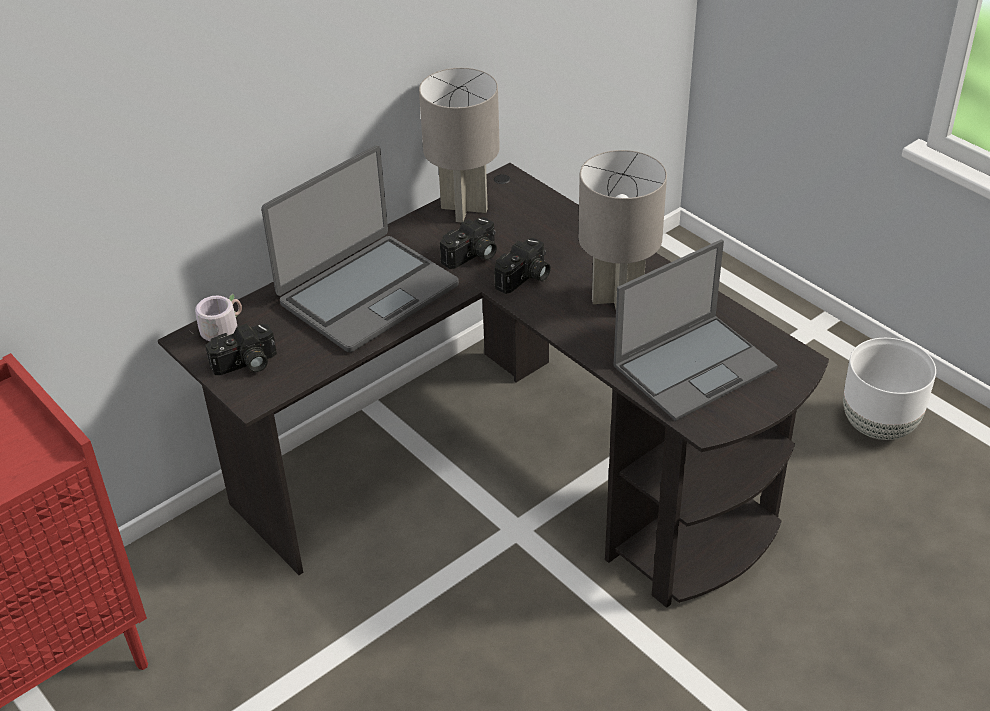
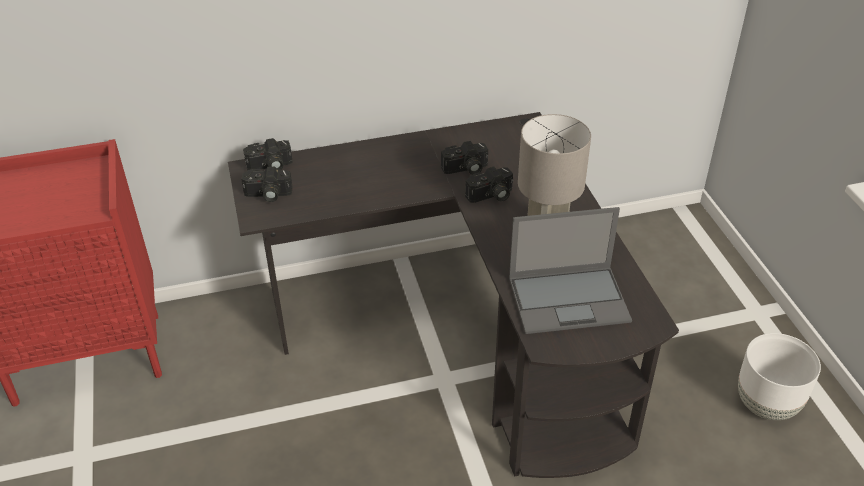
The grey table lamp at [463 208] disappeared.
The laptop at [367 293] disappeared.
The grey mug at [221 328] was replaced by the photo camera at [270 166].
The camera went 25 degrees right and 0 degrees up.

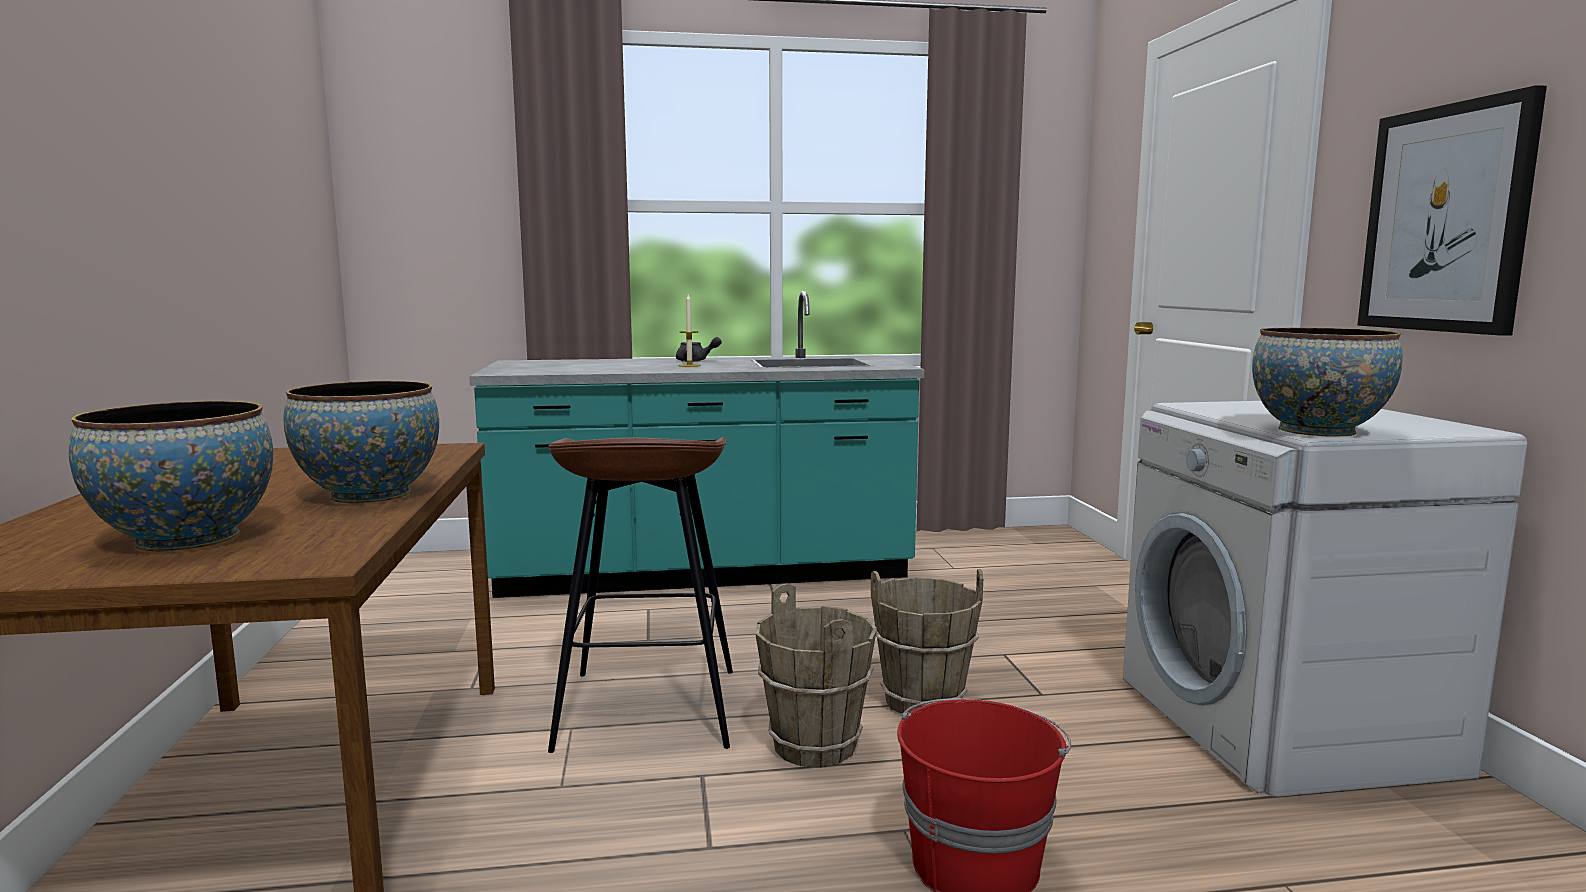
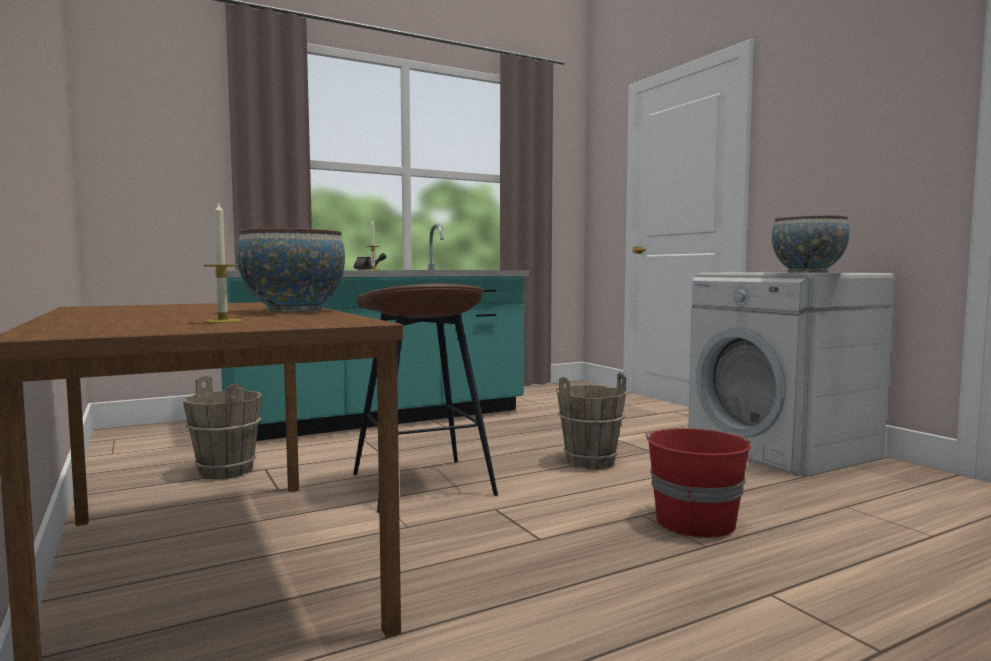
The picture at [1446 219] disappeared.
The bowl at [187 539] was replaced by the candle at [223 321].
The brown bucket moved from [816 746] to [227 471].
The camera went 20 degrees left and 5 degrees down.

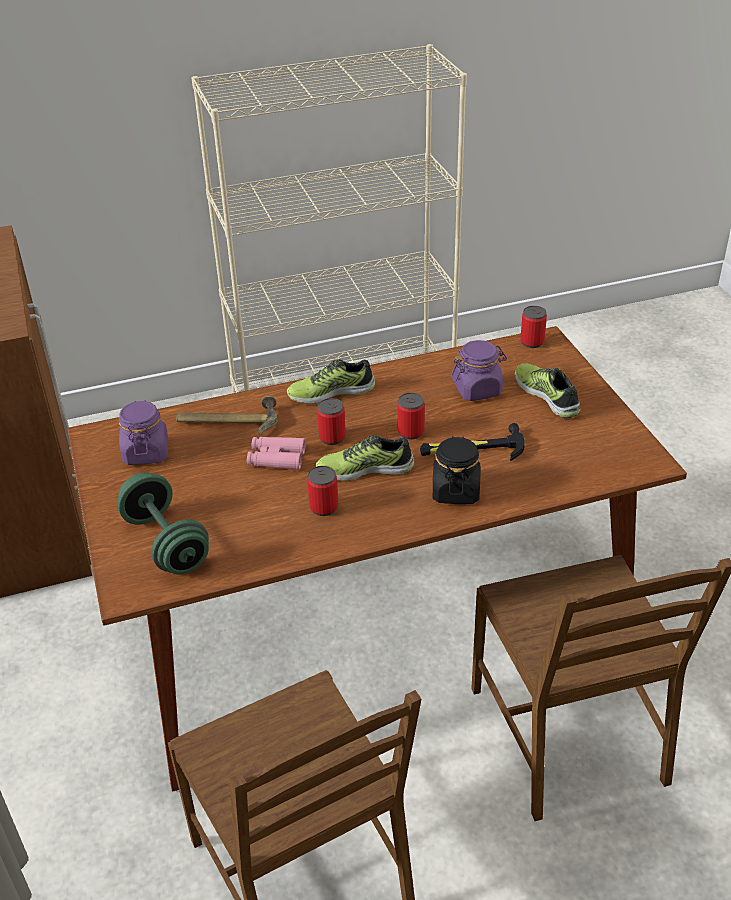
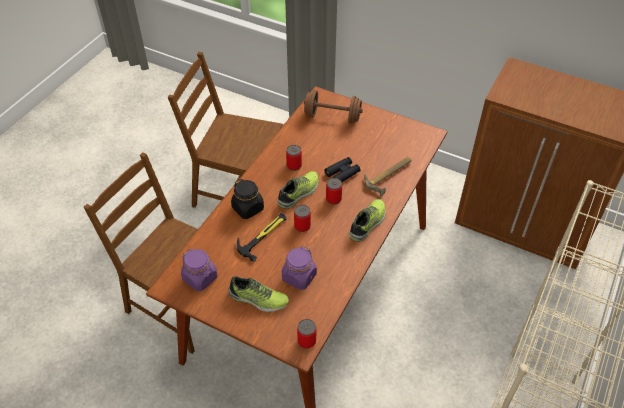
The purple jar moved from [146 452] to [200 278].
The pink binoculars at [276 458] became the black binoculars at [342 173].
The green dumbbell at [166 543] became the brown dumbbell at [332 117].
The camera went 135 degrees right and 10 degrees up.

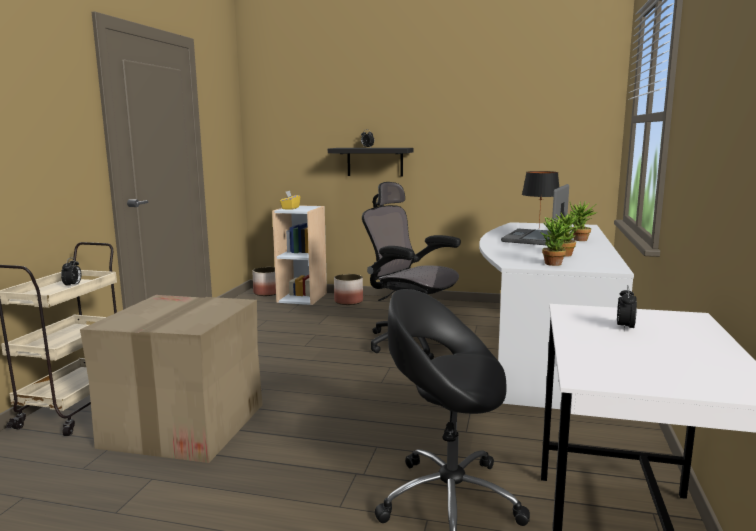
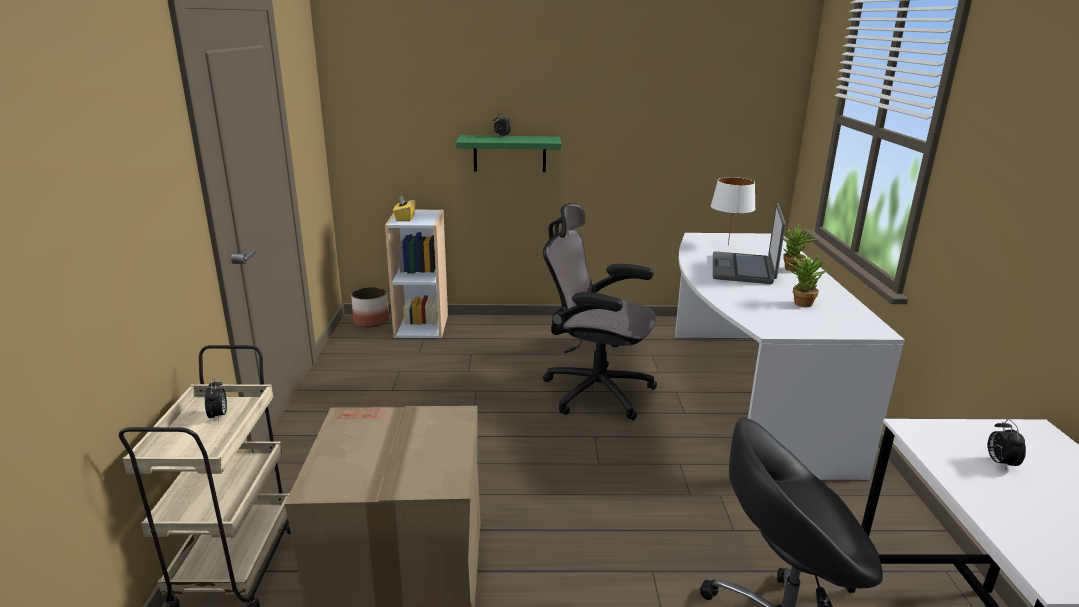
The black shelf at [375 161] became the green shelf at [509 153].
The black table lamp at [539 228] became the white table lamp at [728 245].
The potted plant at [556 264] disappeared.
The planter at [349 301] disappeared.
The camera went 15 degrees left and 10 degrees up.

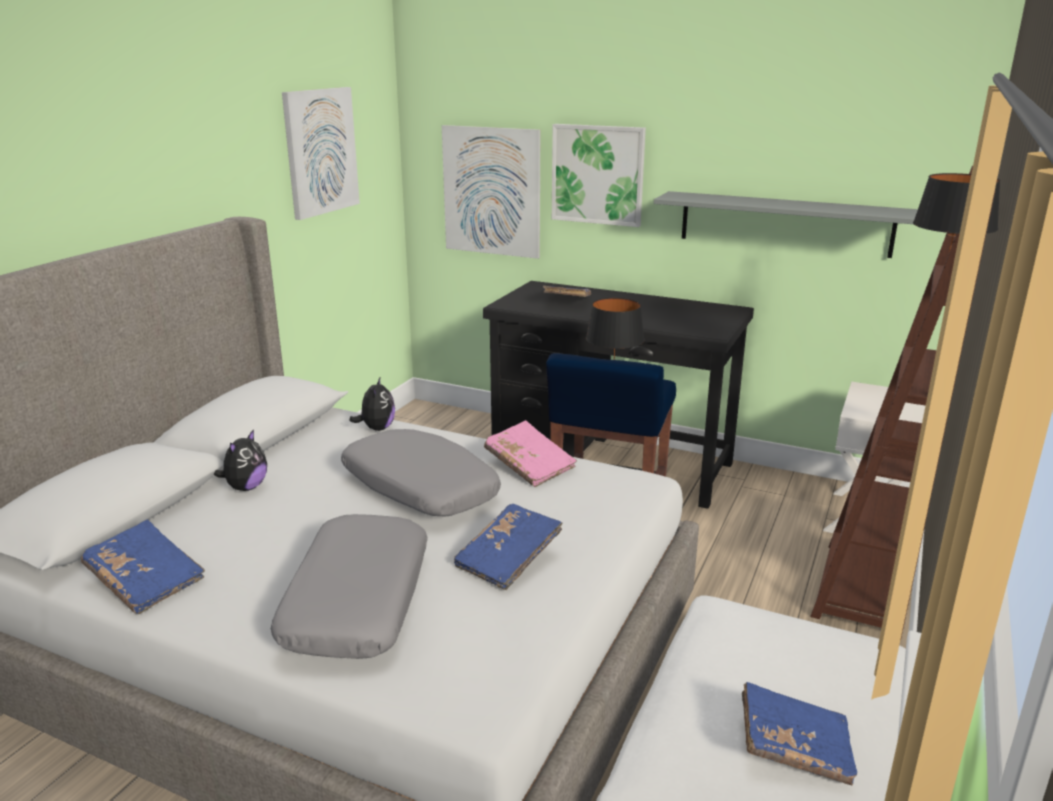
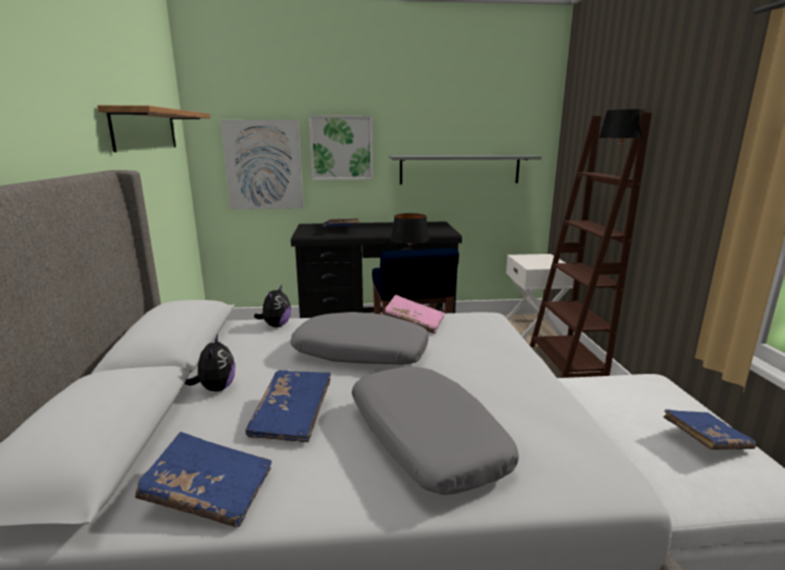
The picture at [320 151] was replaced by the shelf at [145 130].
The plush toy at [377 428] turned 45 degrees clockwise.
The blue book moved from [508 560] to [292 417].
The camera went 30 degrees left and 5 degrees down.

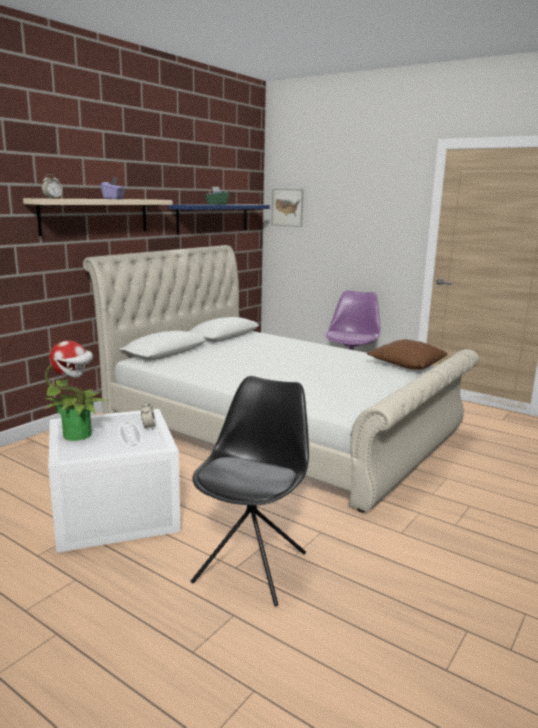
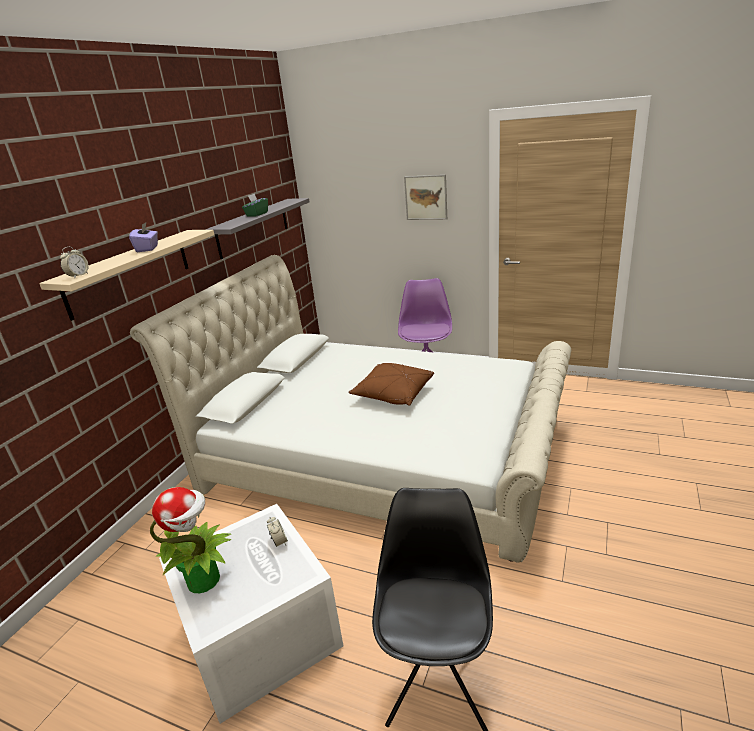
The picture moved from [287 207] to [426 197].
The blue shelf at [213 218] became the grey shelf at [253 227].
The brown pillow moved from [406 365] to [393 394].
The camera went 10 degrees left and 10 degrees up.

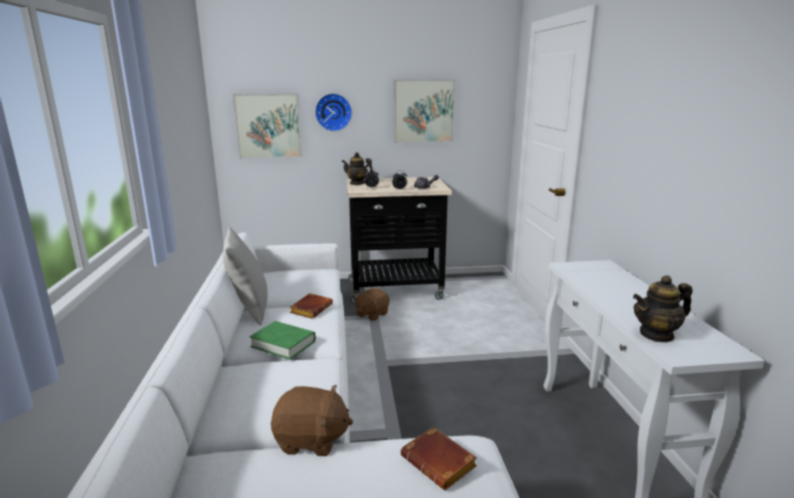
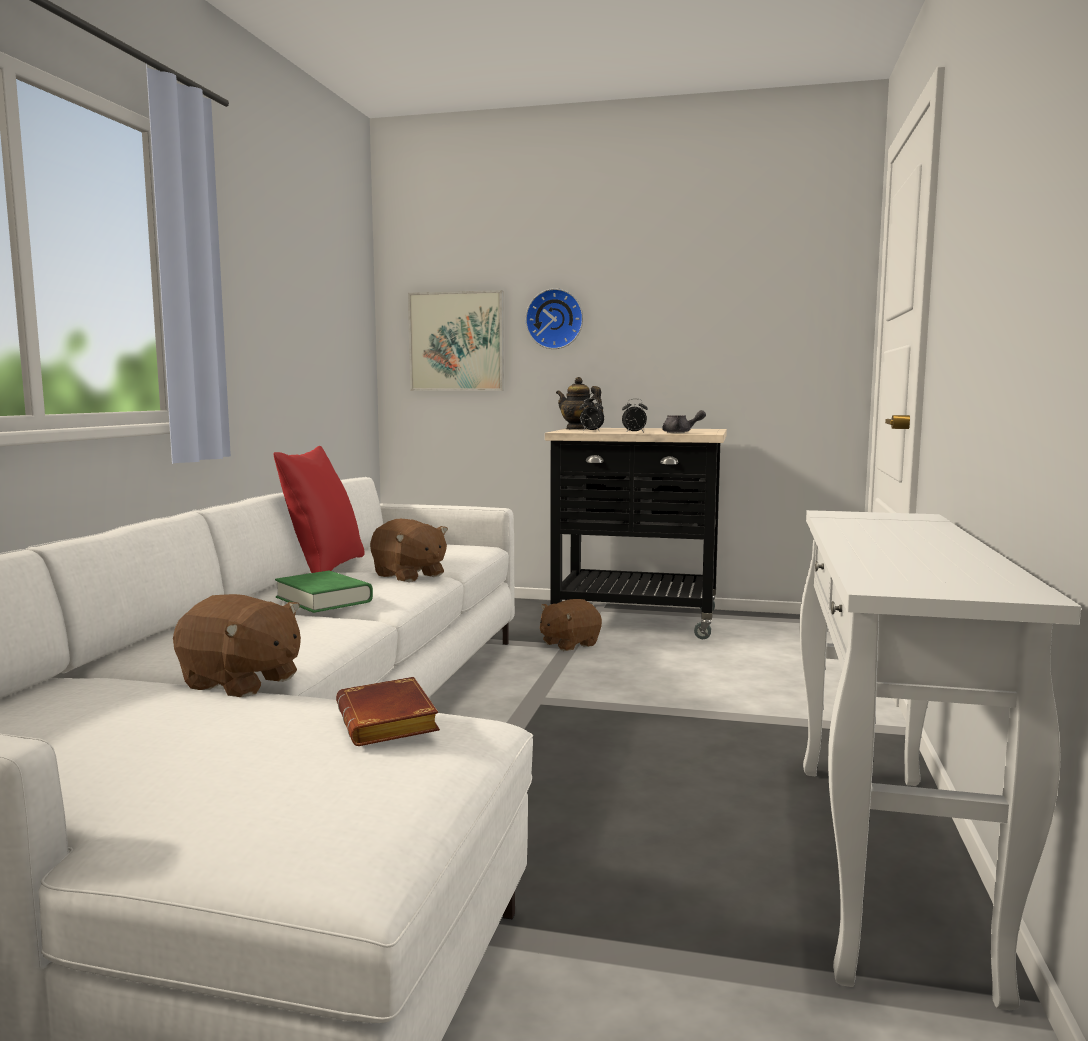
The picture at [423 111] disappeared.
The grey pillow at [249 308] became the red pillow at [324 569].
The teapot at [657 334] disappeared.
The brown book at [311 309] was replaced by the brown plush toy at [409 575].
The camera went 20 degrees right and 10 degrees down.

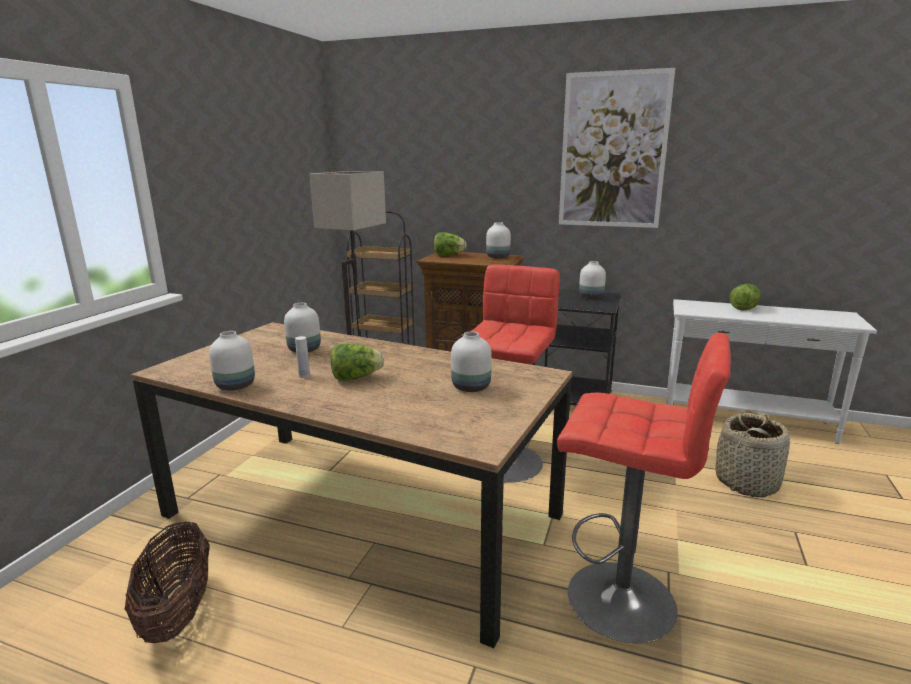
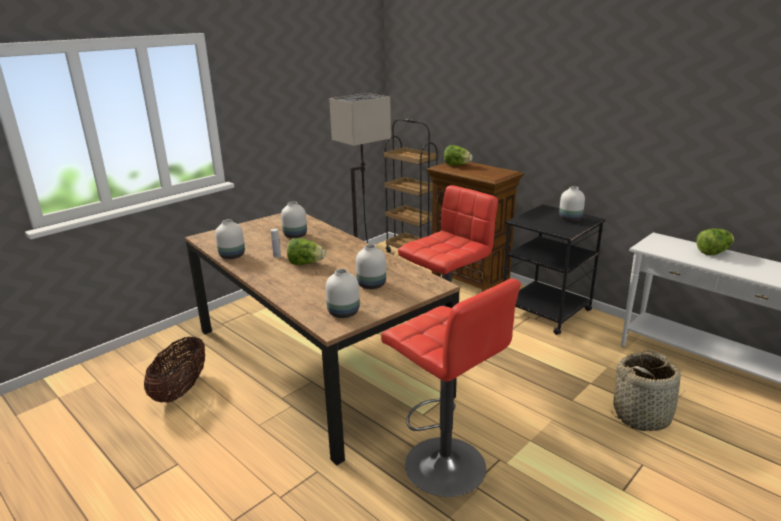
The picture at [613 151] disappeared.
The white vase moved from [498 257] to [344 313].
The camera went 25 degrees right and 5 degrees up.

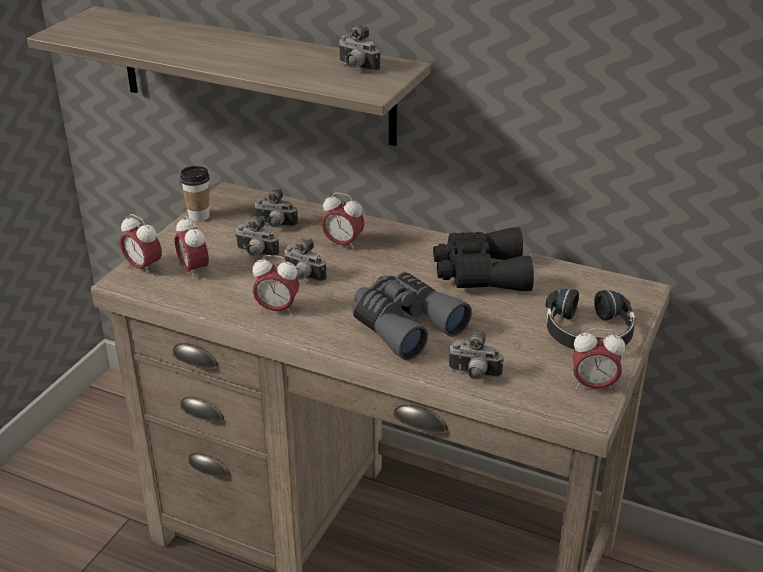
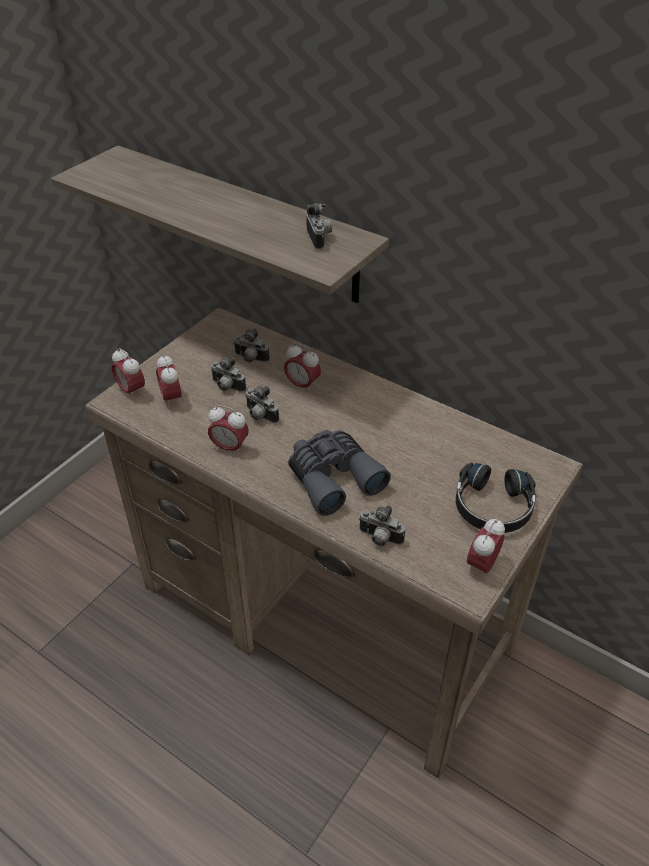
The photo camera at [356 68] turned 150 degrees counterclockwise.
The cup at [199 216] disappeared.
The black binoculars at [481 274] disappeared.
The alarm clock at [593 386] turned 105 degrees clockwise.
The camera went 10 degrees right and 10 degrees up.

